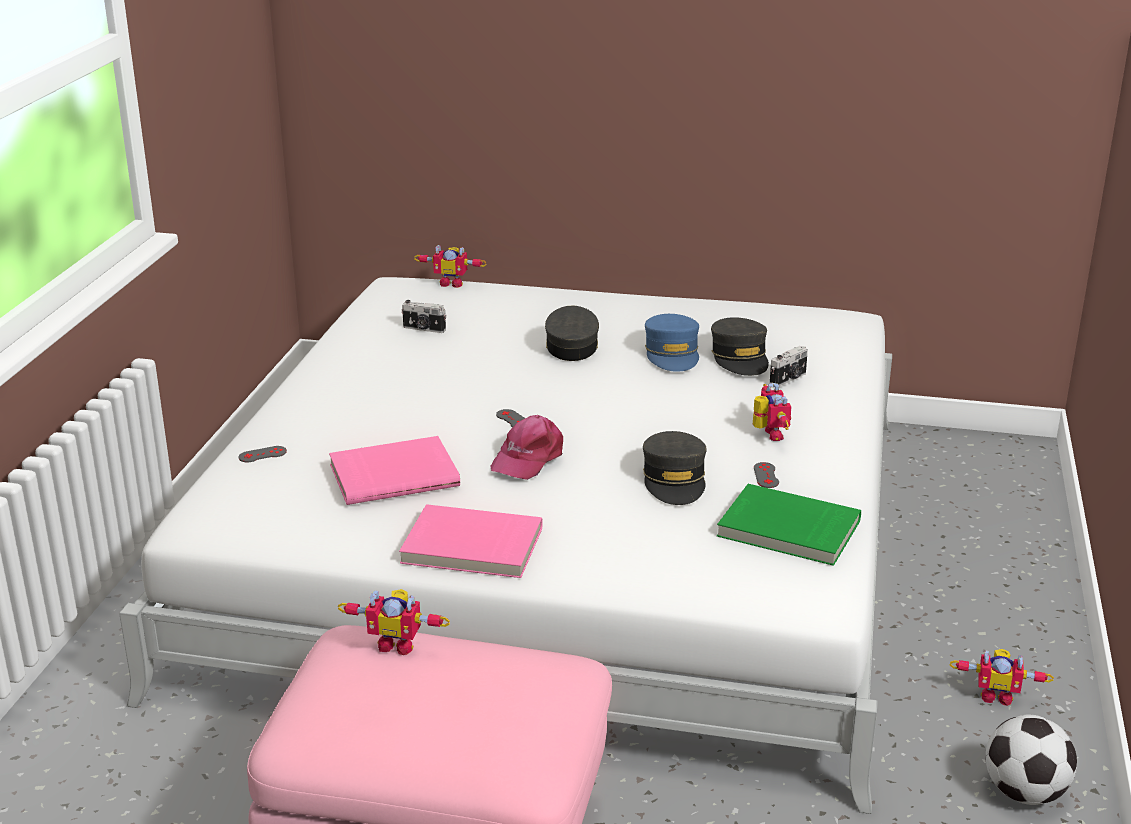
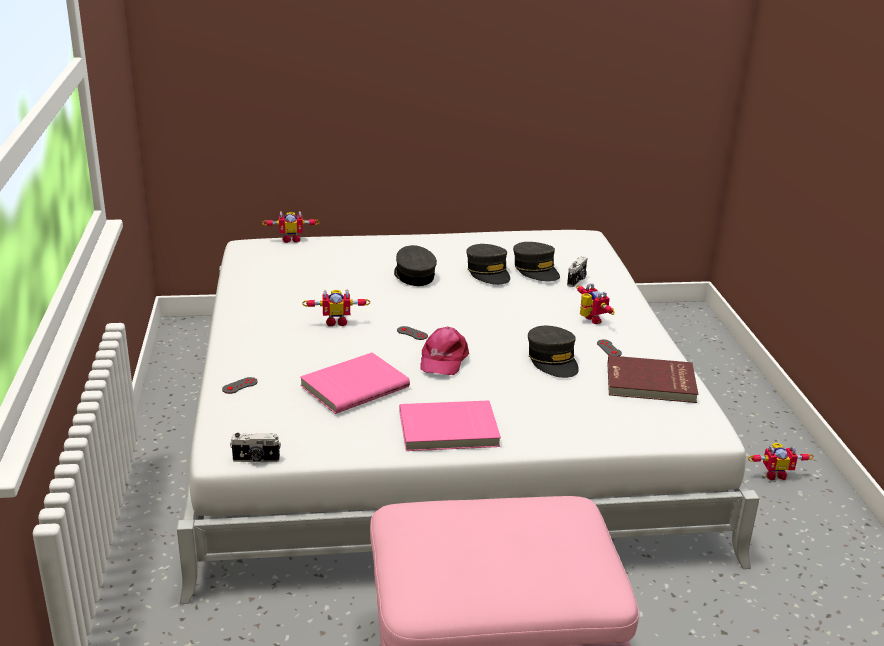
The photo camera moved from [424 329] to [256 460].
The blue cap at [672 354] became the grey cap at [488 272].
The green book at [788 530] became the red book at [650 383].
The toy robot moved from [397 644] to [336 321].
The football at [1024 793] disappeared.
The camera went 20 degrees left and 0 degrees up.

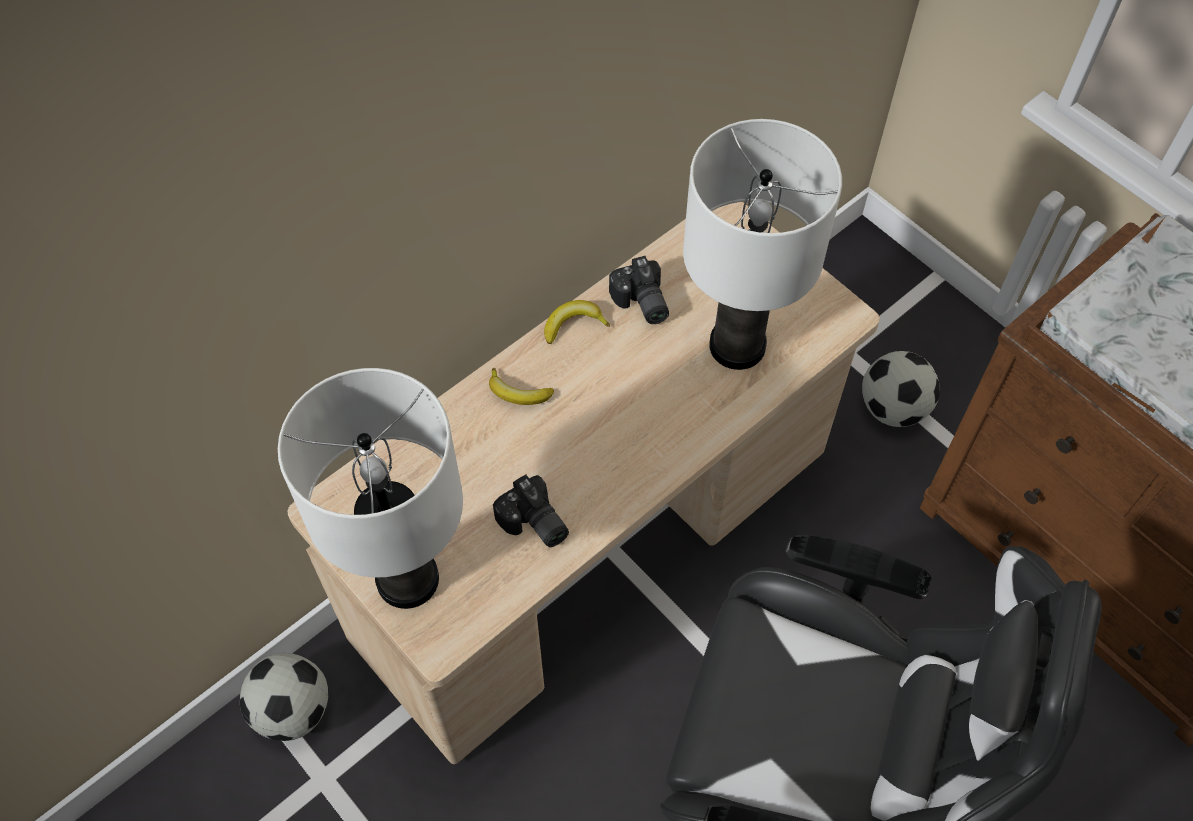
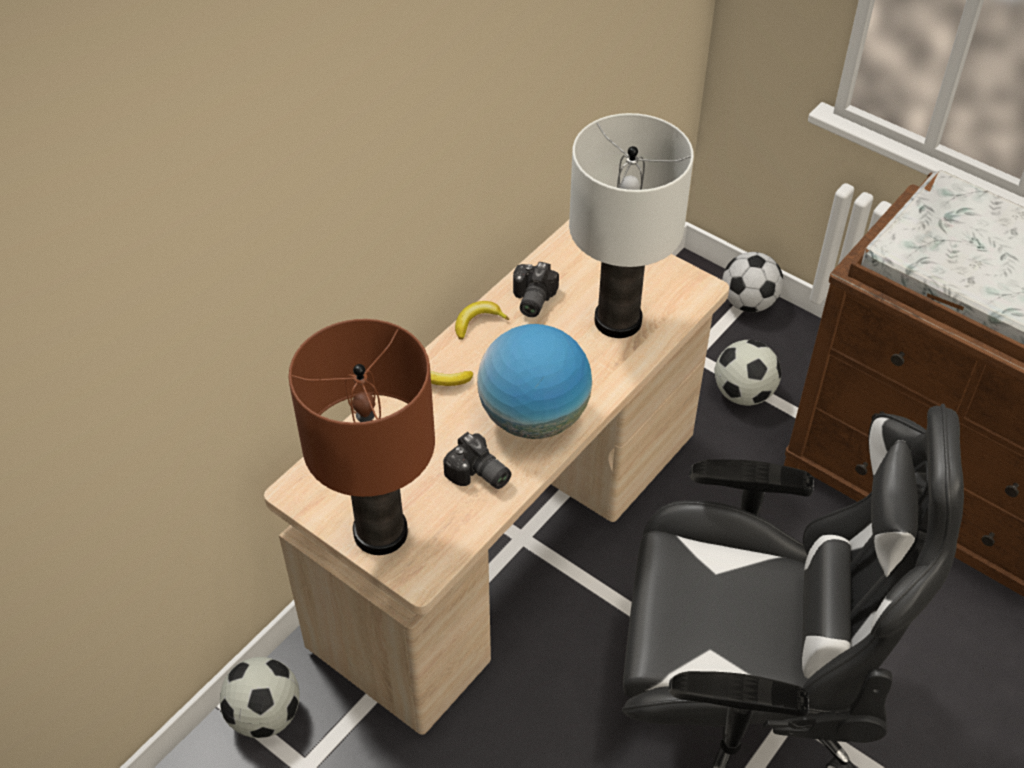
The photo camera at [640 303] turned 45 degrees clockwise.
The white table lamp at [409 579] became the brown table lamp at [381 532].
The football at [748 303] appeared.
The globe at [533 418] appeared.
The camera went 10 degrees left and 10 degrees down.

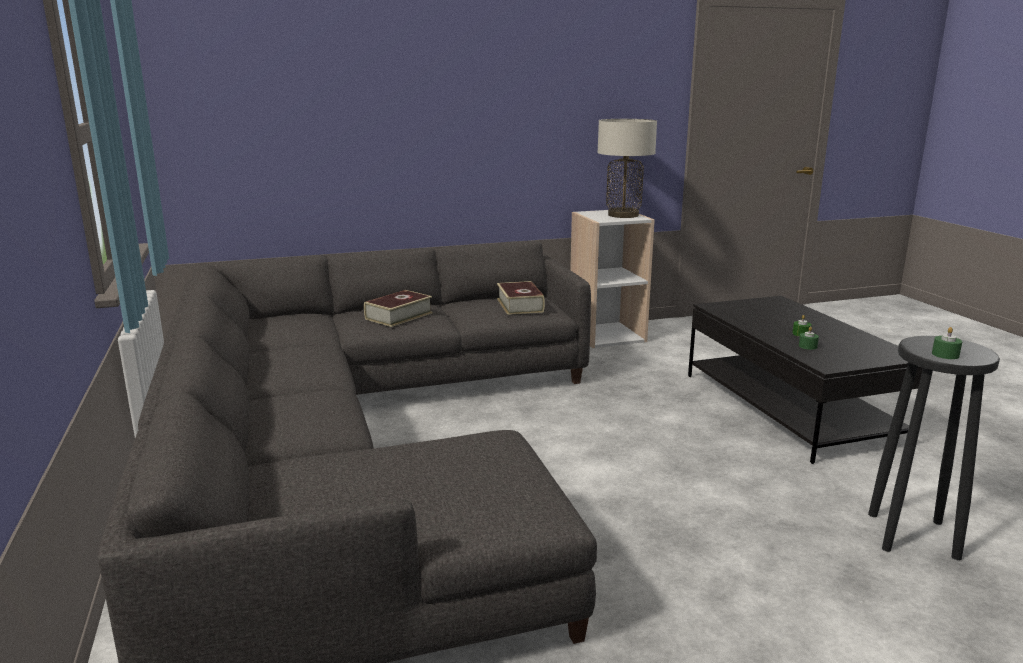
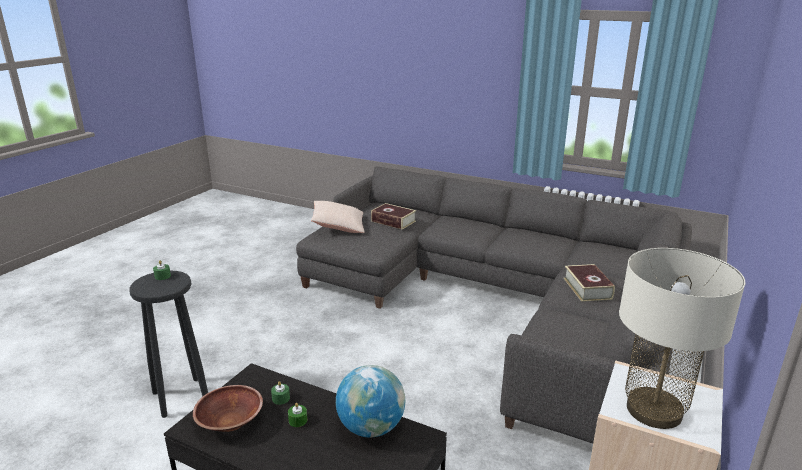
The book moved from [520 305] to [393 221].
The beige pillow at [338 226] appeared.
The globe at [371 427] appeared.
The brown bowl at [230 422] appeared.
The camera went 135 degrees right and 5 degrees up.

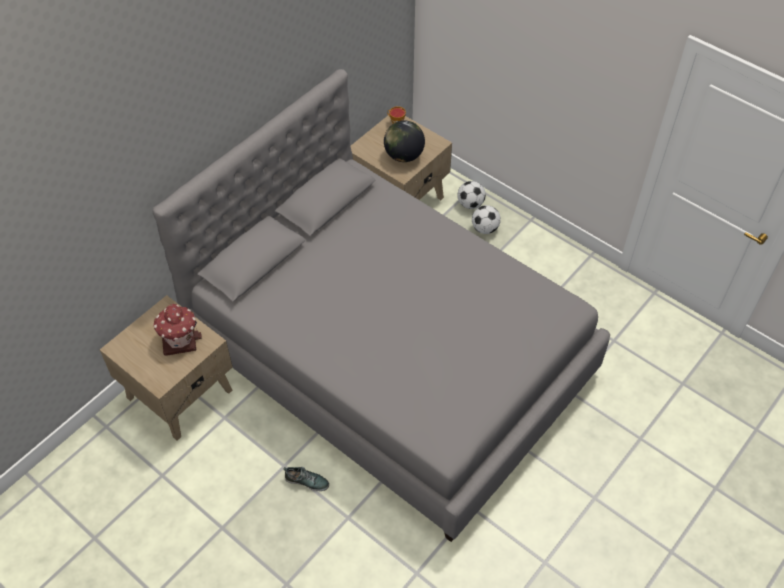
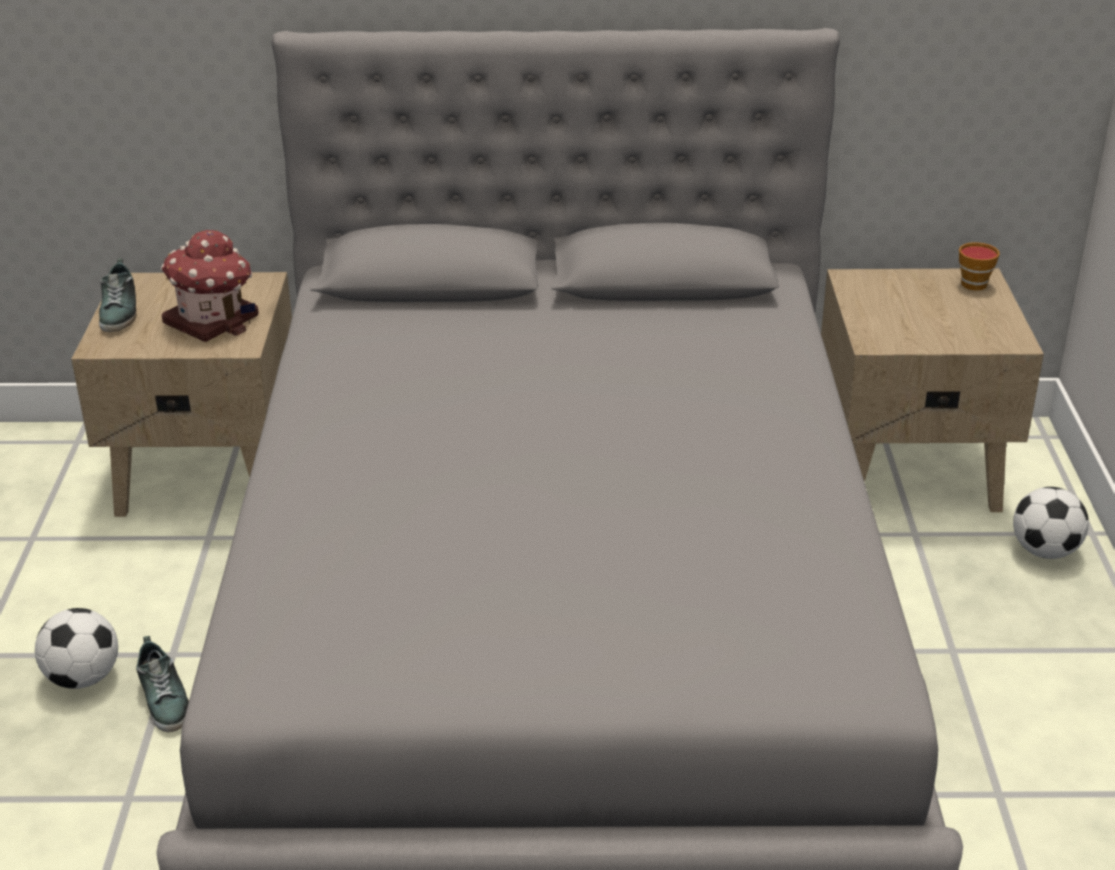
The globe at [404 156] disappeared.
The football moved from [485 229] to [83 678].
The shoe at [120 312] appeared.
The camera went 50 degrees right and 20 degrees down.

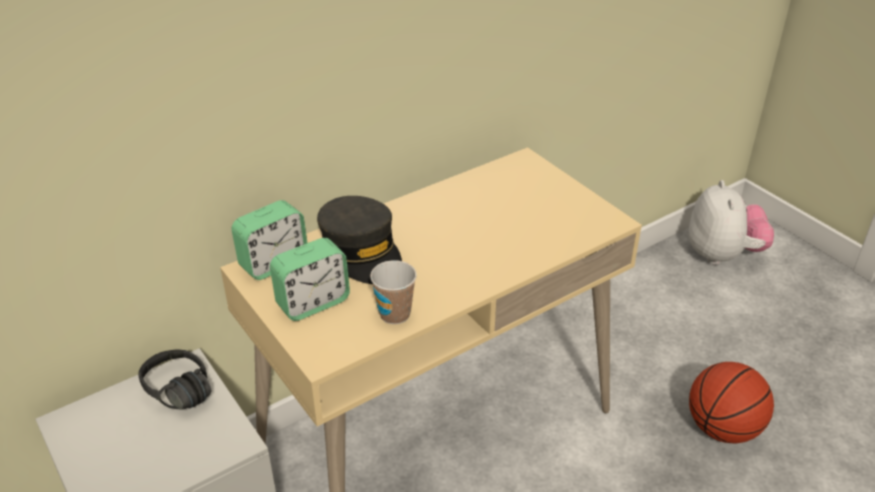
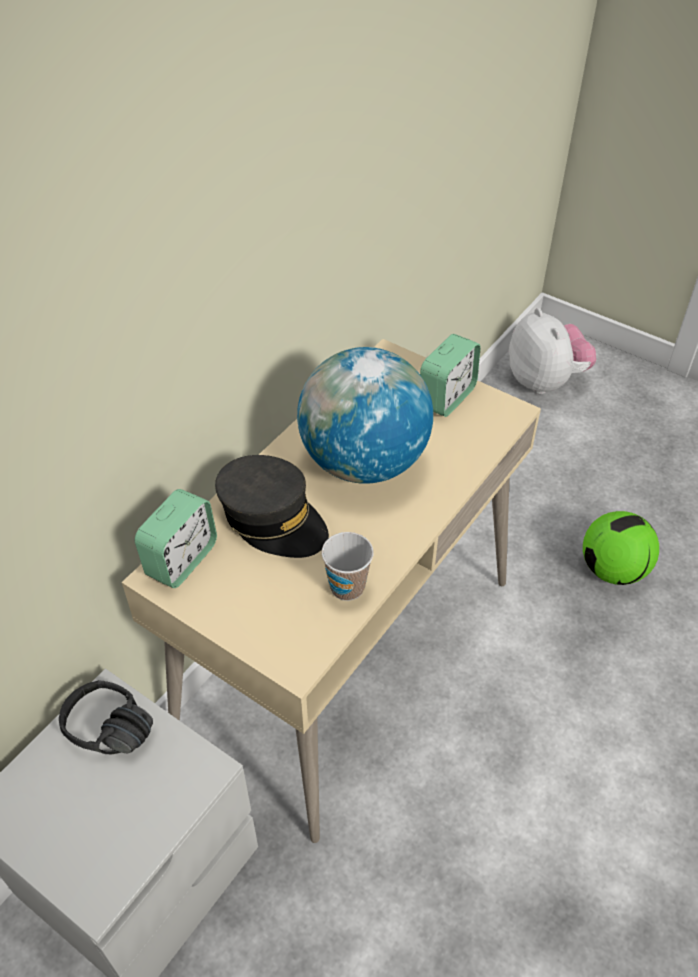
The alarm clock moved from [313 303] to [447 397].
The basketball at [722 428] was replaced by the football at [613 569].
The globe at [363 462] appeared.
The camera went 20 degrees left and 10 degrees up.

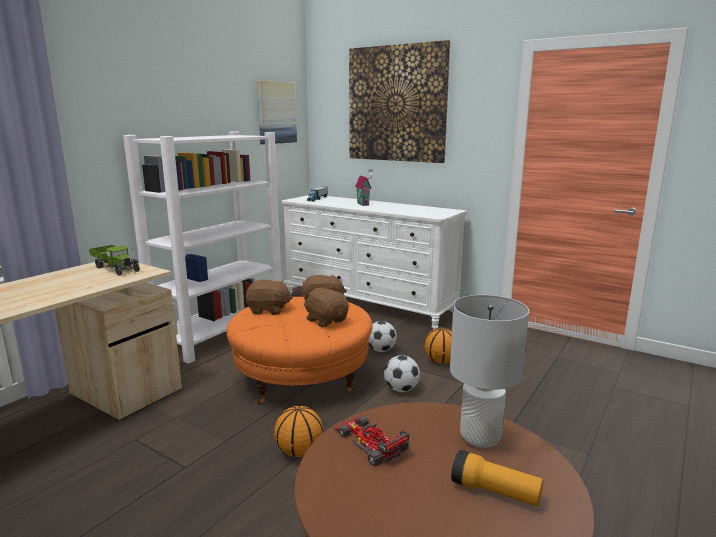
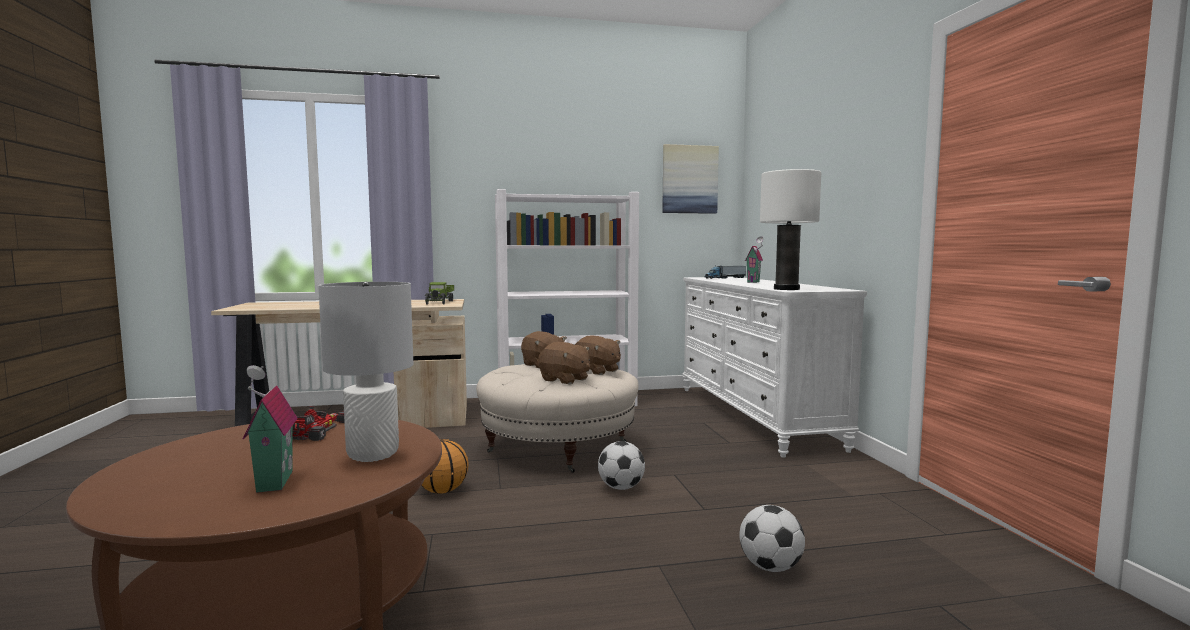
The picture at [396 104] disappeared.
The brown plush toy at [326 320] turned 120 degrees clockwise.
The orange ottoman at [302 376] became the beige ottoman at [558 447].
The football moved from [381 350] to [770 567].
The basketball at [441 361] disappeared.
The flashlight at [495 492] was replaced by the toy house at [271 481].
The white table lamp at [786 289] appeared.
The camera went 45 degrees right and 10 degrees down.

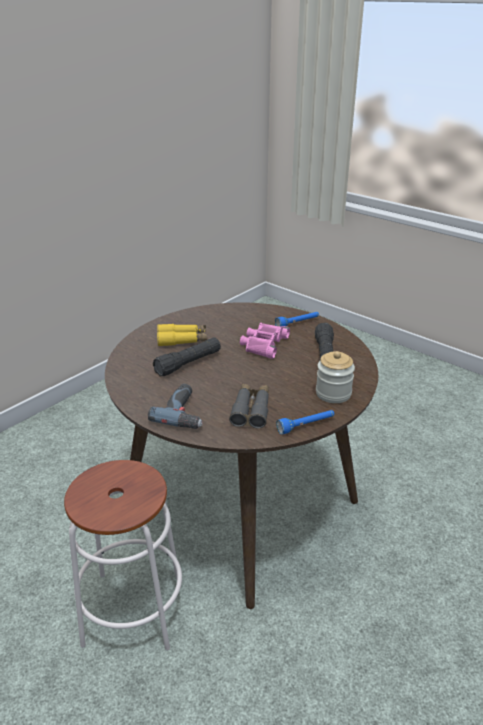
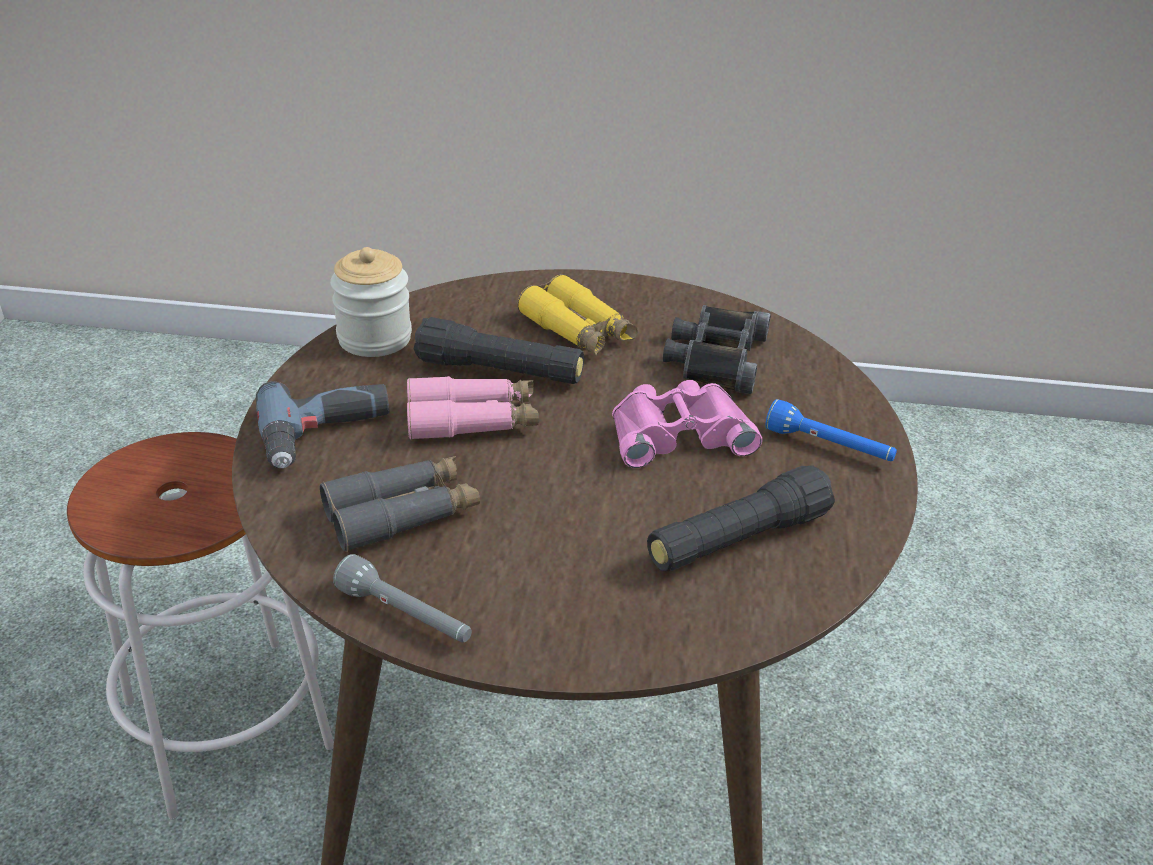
The jar moved from [333 393] to [374 338].
The blue flashlight at [306 426] became the grey flashlight at [406 616].
The black binoculars at [715 357] appeared.
The pink binoculars at [472 420] appeared.
The camera went 55 degrees right and 5 degrees up.

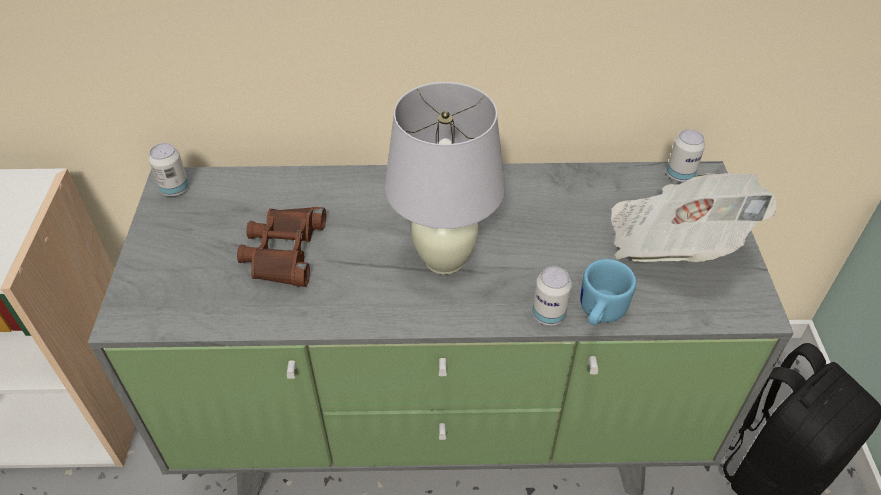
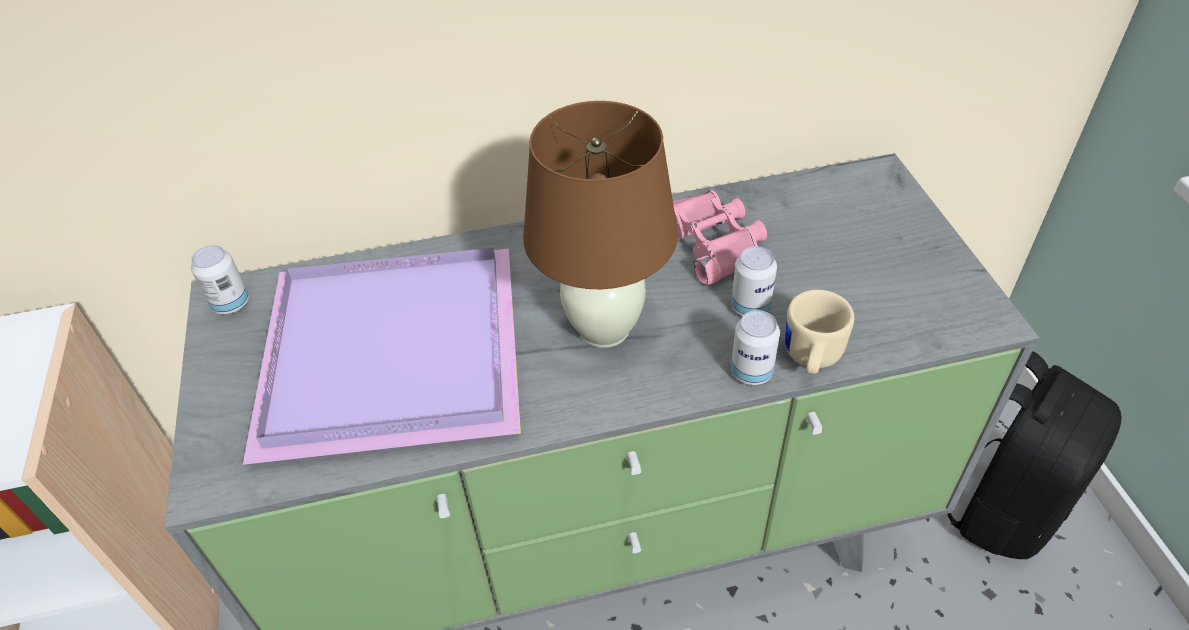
The white table lamp at [444 259] became the brown table lamp at [603 329].
The can moved from [680 175] to [750 307].
The newspaper at [674 243] disappeared.
The brown binoculars at [283 251] was replaced by the purple tray at [396 356].
The blue mug at [598 313] became the beige mug at [810 358].
The pink binoculars at [712 241] appeared.
The camera went 10 degrees left and 0 degrees up.

